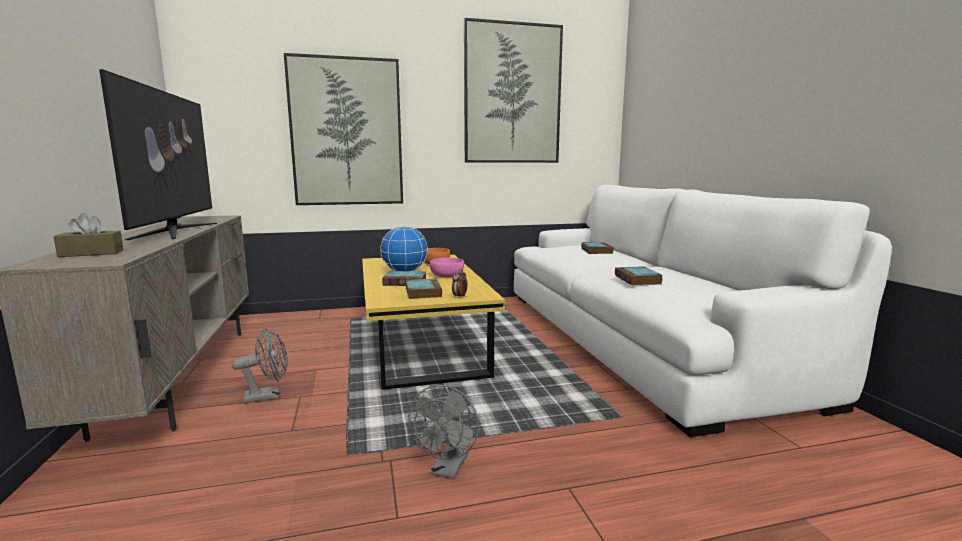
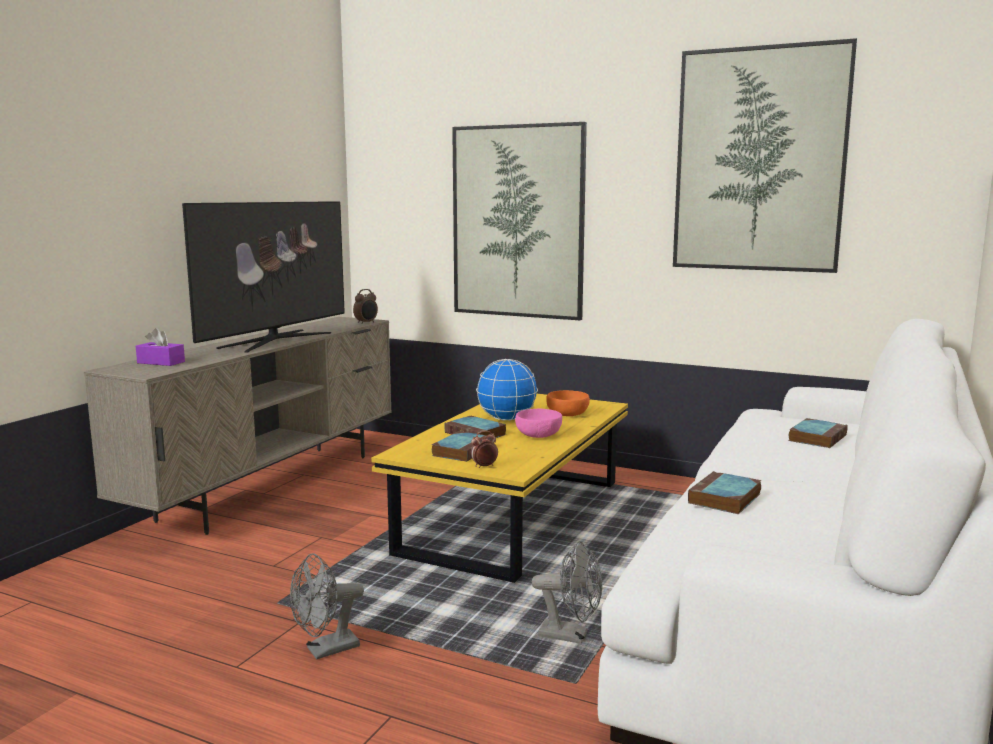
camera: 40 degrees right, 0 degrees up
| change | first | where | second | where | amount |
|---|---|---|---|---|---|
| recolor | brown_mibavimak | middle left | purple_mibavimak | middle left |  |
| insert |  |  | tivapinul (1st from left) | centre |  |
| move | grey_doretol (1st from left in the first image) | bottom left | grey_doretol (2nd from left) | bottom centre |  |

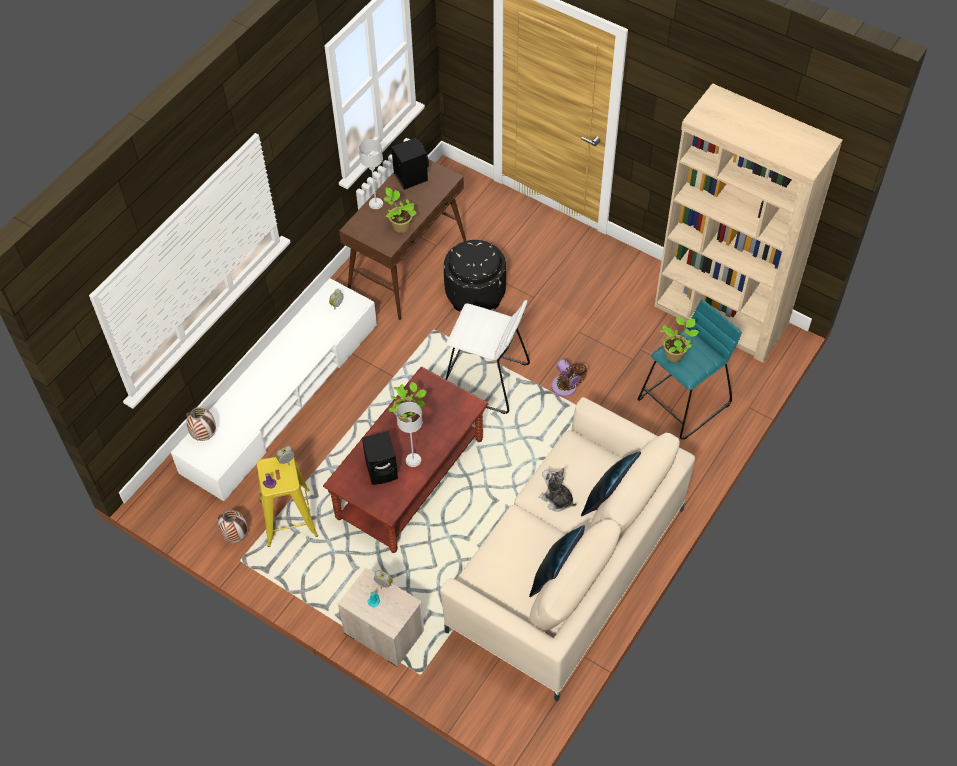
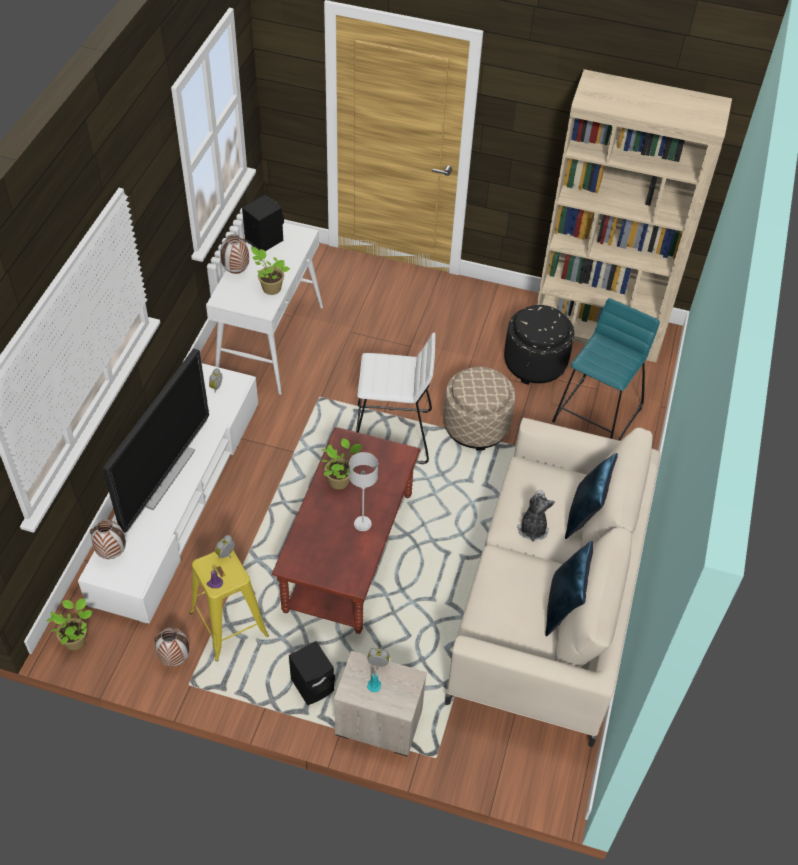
camera: 20 degrees left, 5 degrees down
| change | first | where | second | where | amount |
|---|---|---|---|---|---|
| move | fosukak (3rd from left in the first image) | middle right | fosukak (1st from left) | bottom left |  |
| insert |  |  | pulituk | middle left |  |
| recolor | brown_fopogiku | top centre | white_fopogiku | middle left |  |
| replace | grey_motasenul (1st from left) | top centre | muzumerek (3rd from left) | top left |  |
| move | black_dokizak (1st from left in the first image) | centre | black_dokizak (2nd from left) | bottom centre |  |
| replace | brown_doretol | centre | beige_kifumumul | centre |  |
| move | black_kifumumul | centre |  | middle right |  |
| rotate | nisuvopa | centre |  | middle right | 75 degrees clockwise |

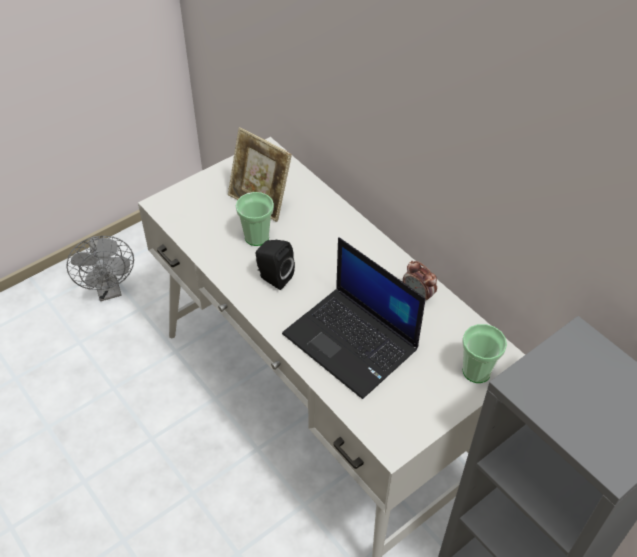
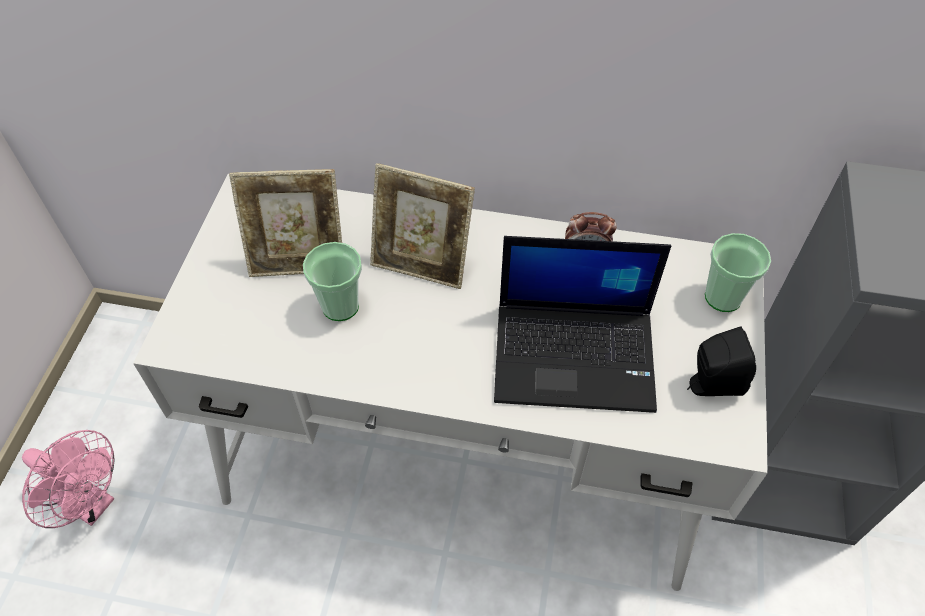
camera: 40 degrees left, 5 degrees up
| change | first | where | second | where | amount |
|---|---|---|---|---|---|
| recolor | grey_doretol | middle left | pink_doretol | bottom left |  |
| insert |  |  | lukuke (2nd from left) | centre |  |
| move | black_dokizak | centre |  | middle right |  |

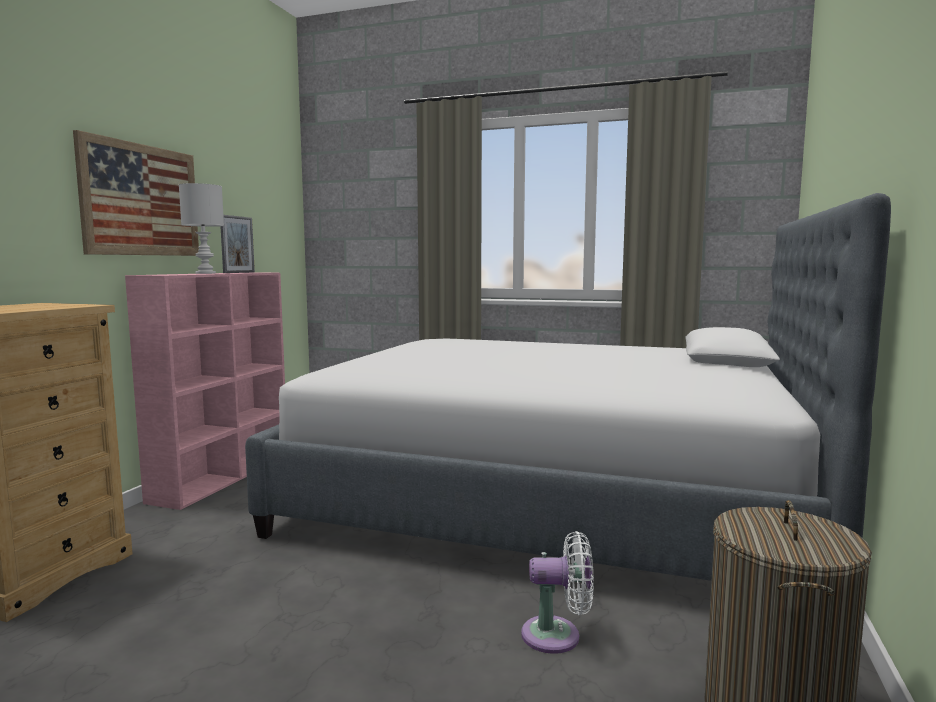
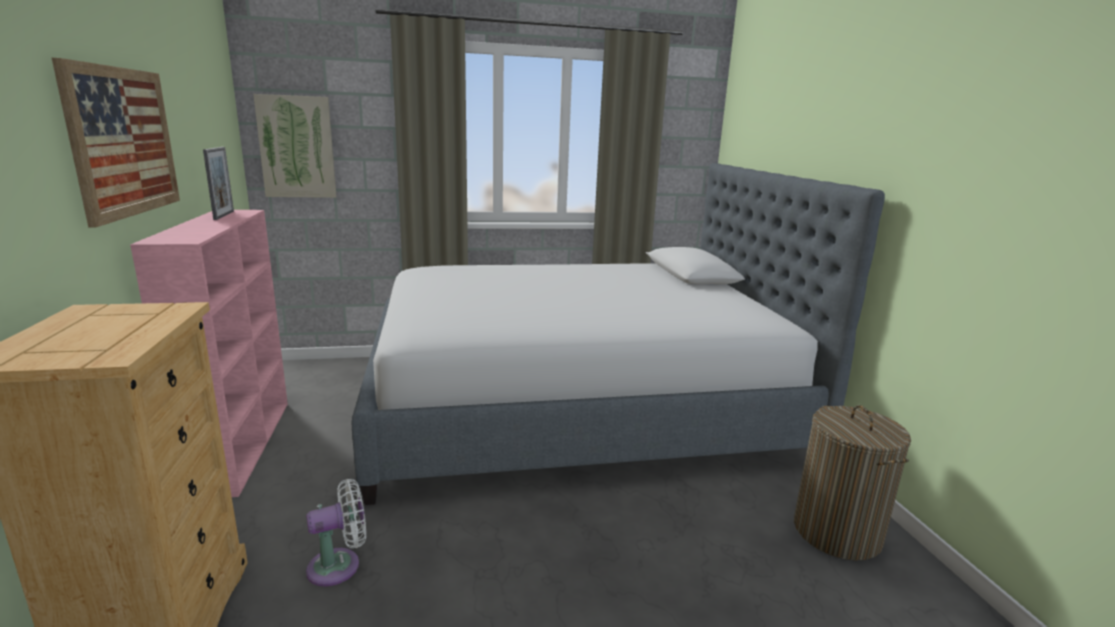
camera: 30 degrees left, 10 degrees up
| change | first | where | second | where | amount |
|---|---|---|---|---|---|
| insert |  |  | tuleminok (2nd from left) | top left |  |
| move | white_doretol | bottom centre |  | bottom left |  |
| delete | white_motasenul | top left |  |  |  |

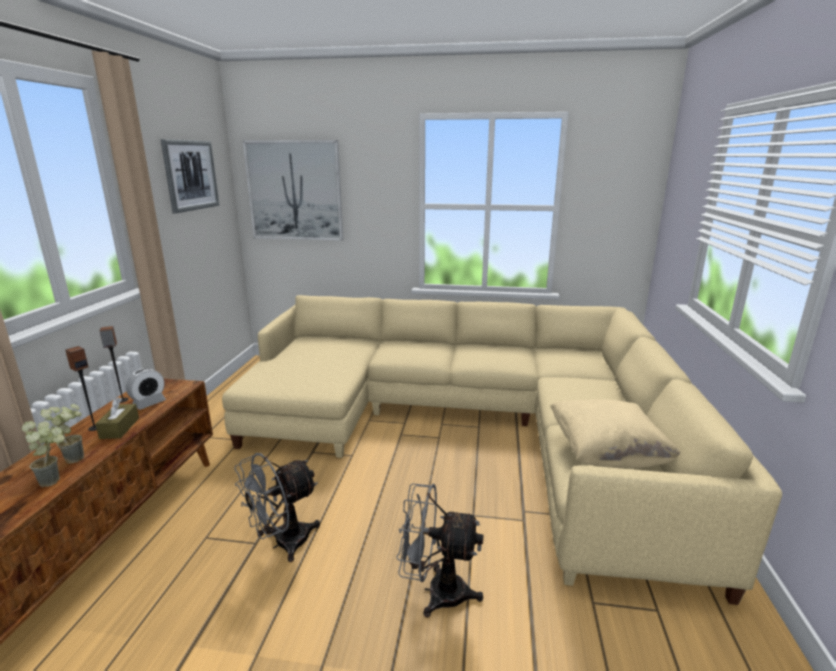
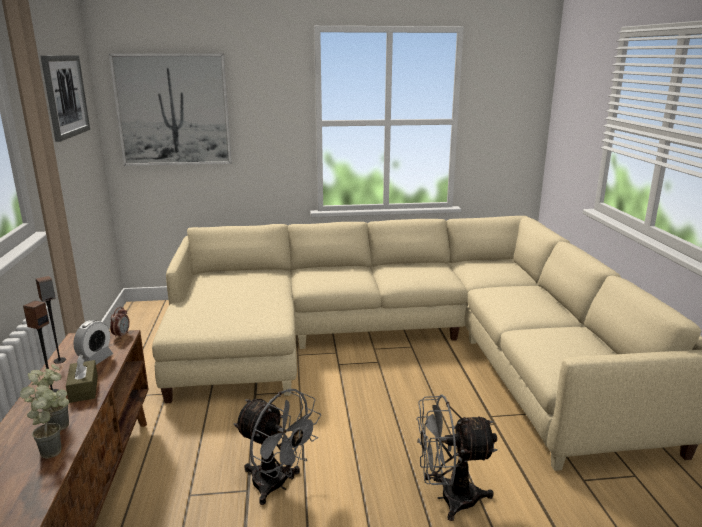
camera: 15 degrees left, 0 degrees up
| change | first | where | second | where | amount |
|---|---|---|---|---|---|
| insert |  |  | tivapinul (2nd from left) | middle left |  |
| rotate | grey_doretol (1st from left) | bottom left |  | bottom centre | 90 degrees counterclockwise |
| delete | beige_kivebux | middle right |  |  |  |

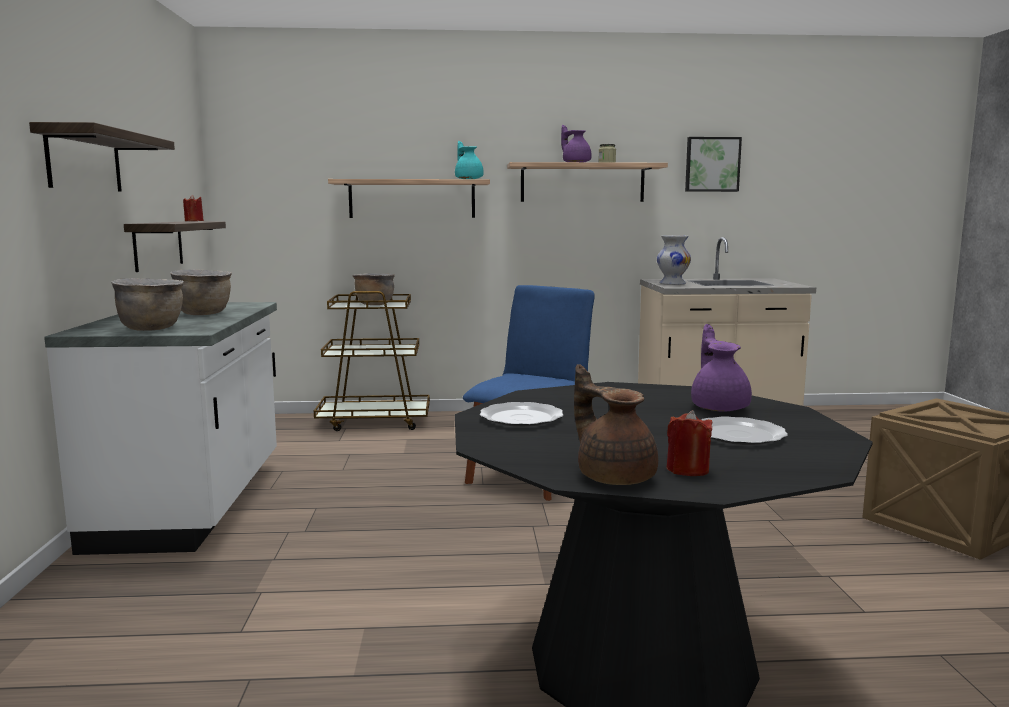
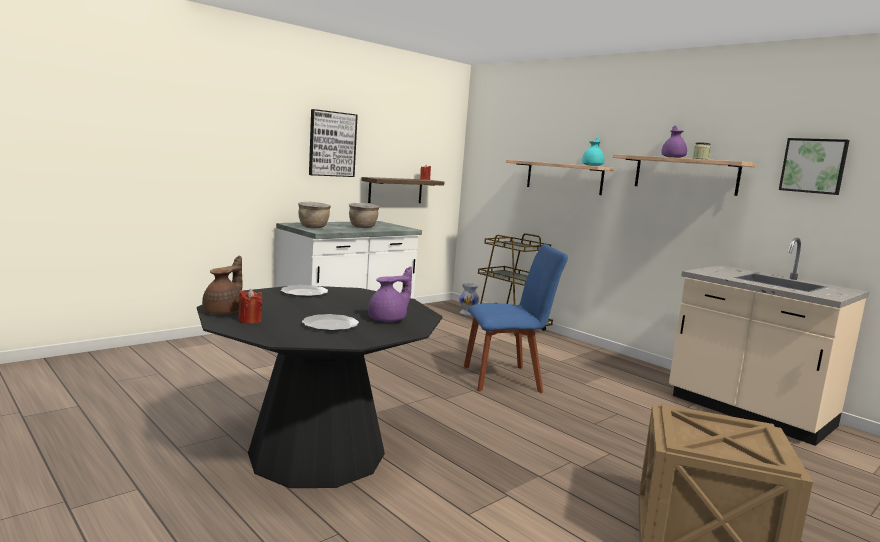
camera: 50 degrees right, 0 degrees up
| change | first | where | second | where | amount |
|---|---|---|---|---|---|
| replace | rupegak (1st from left) | top left | tuleminok (1st from left) | top centre |  |
| move | white_muzumerek | middle right |  | centre |  |
| delete | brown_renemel (3rd from left) | centre |  |  |  |

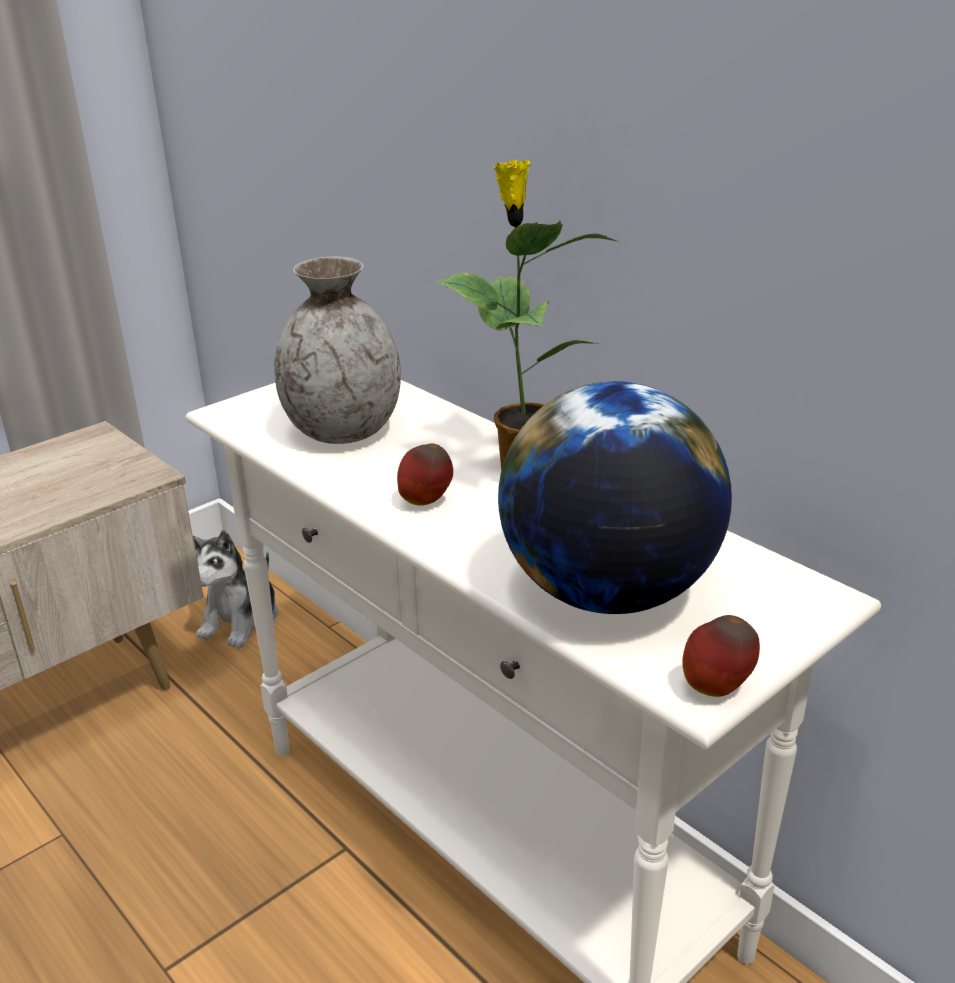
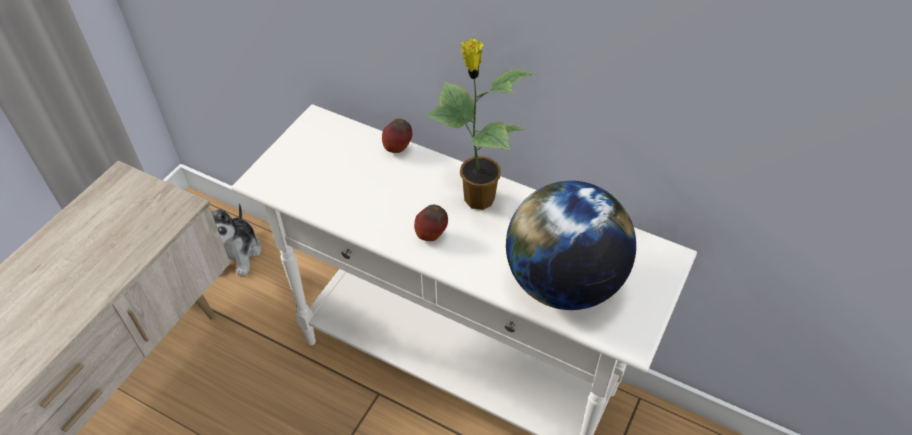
camera: 20 degrees left, 20 degrees up
| change | first | where | second | where | amount |
|---|---|---|---|---|---|
| move | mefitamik (2nd from left in the first image) | bottom right | mefitamik (1st from left) | top centre |  |
| delete | grey_muzumerek | centre |  |  |  |

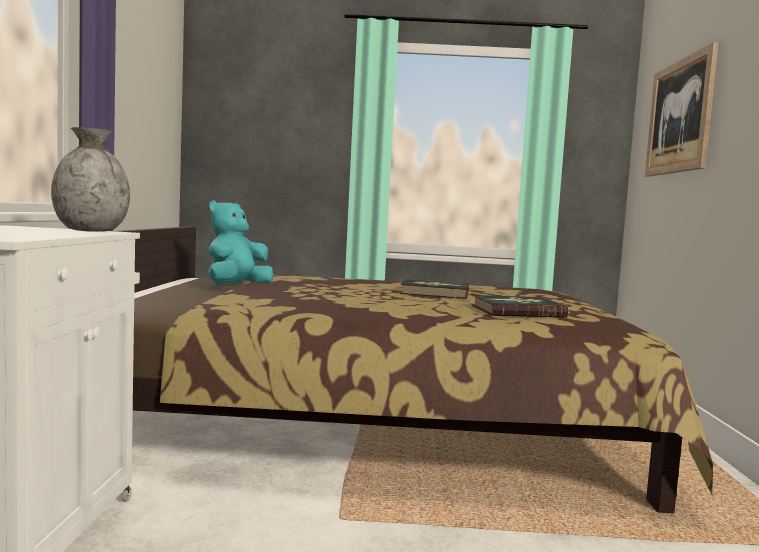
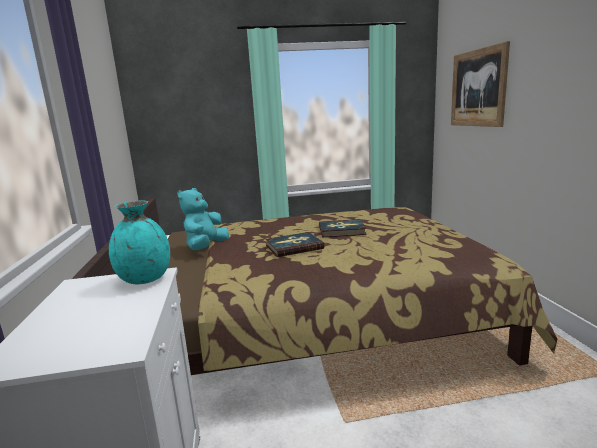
camera: 10 degrees left, 10 degrees up
| change | first | where | second | where | amount |
|---|---|---|---|---|---|
| recolor | grey_muzumerek | top left | turquoise_muzumerek | middle left |  |
| move | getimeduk (2nd from left in the first image) | middle right | getimeduk (1st from left) | centre |  |

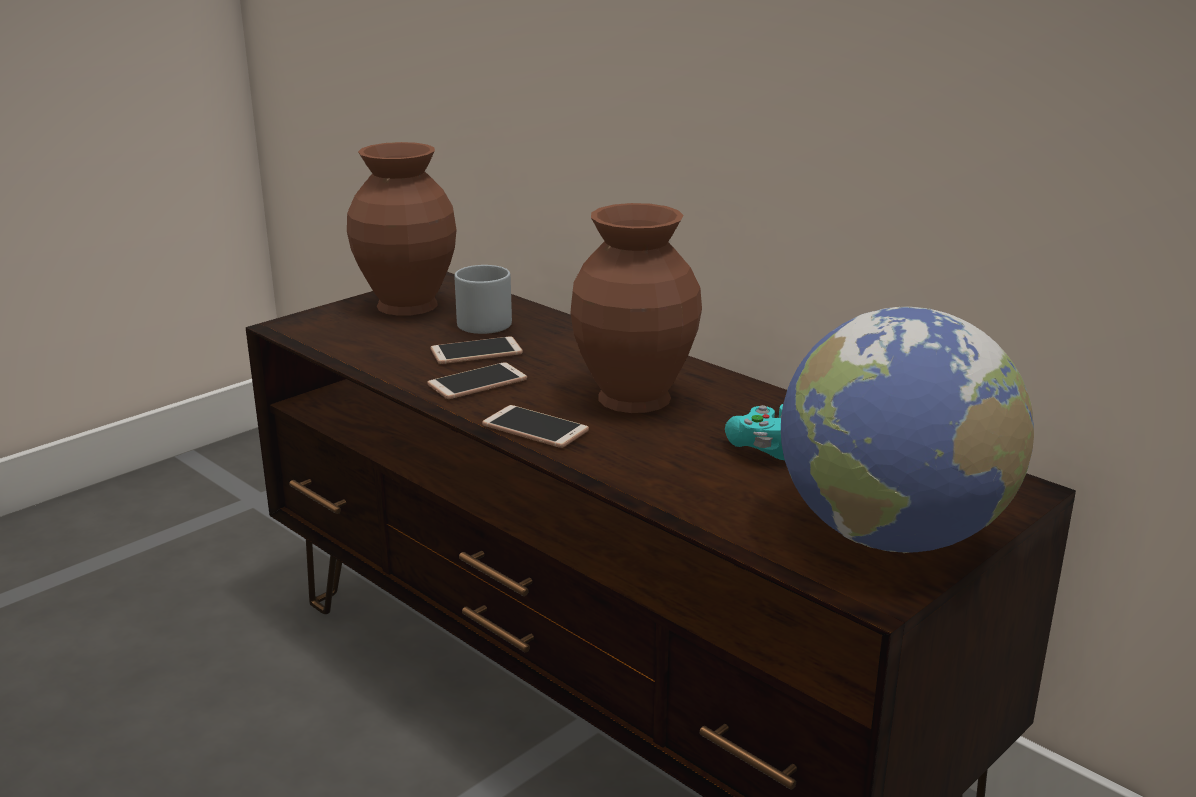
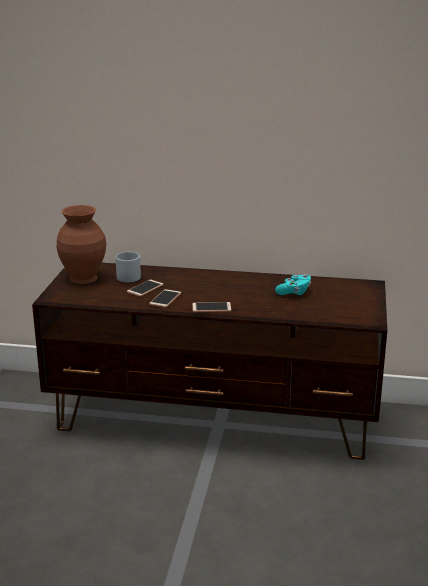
camera: 35 degrees left, 0 degrees up
| change | first | where | second | where | amount |
|---|---|---|---|---|---|
| delete | brown_muzumerek (2nd from left) | centre |  |  |  |
| delete | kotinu | middle right |  |  |  |

